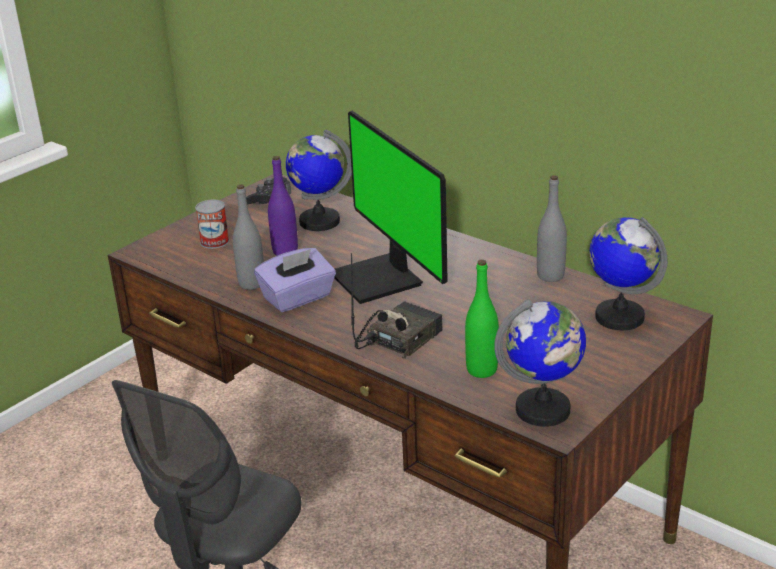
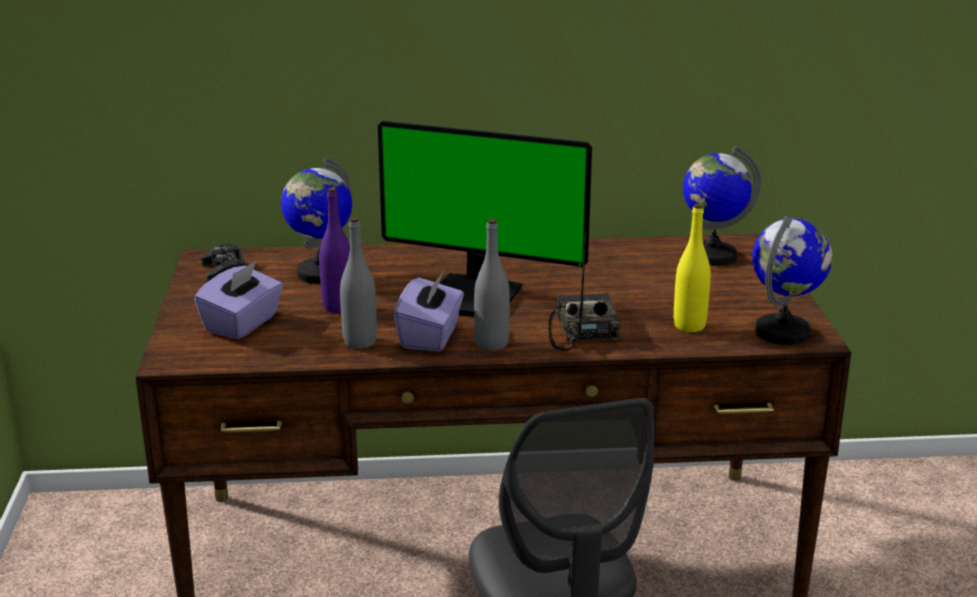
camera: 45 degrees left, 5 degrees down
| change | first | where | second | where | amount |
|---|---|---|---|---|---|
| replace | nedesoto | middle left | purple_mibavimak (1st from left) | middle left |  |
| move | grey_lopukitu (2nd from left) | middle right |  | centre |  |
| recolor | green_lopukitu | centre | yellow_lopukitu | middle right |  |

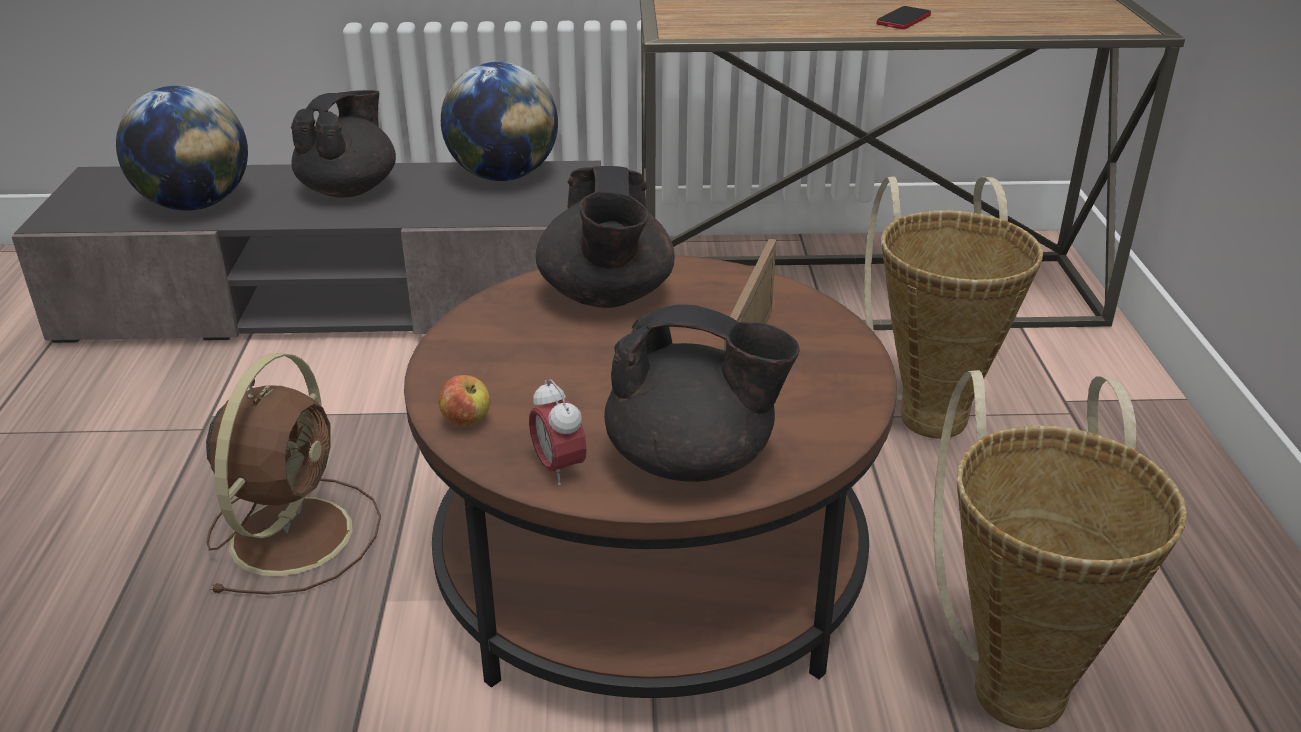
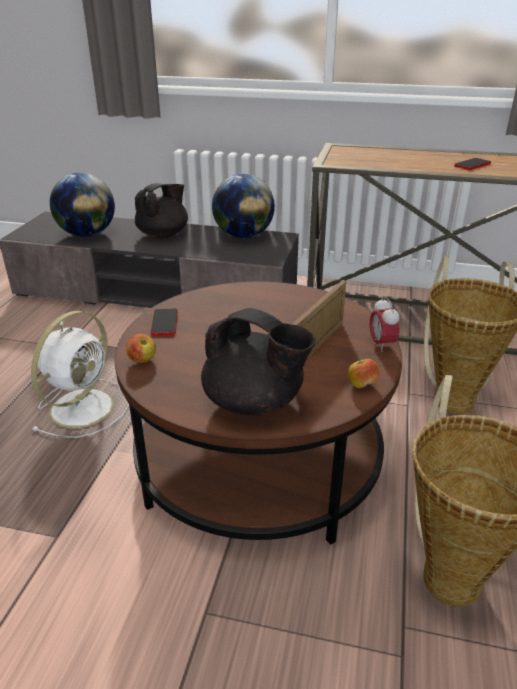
camera: 15 degrees right, 0 degrees up
| change | first | where | second | where | amount |
|---|---|---|---|---|---|
| recolor | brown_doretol | middle left | white_doretol | middle left |  |
| insert |  |  | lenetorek (1st from left) | middle left |  |
| insert |  |  | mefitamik (2nd from left) | middle right |  |
| move | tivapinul | centre |  | middle right |  |
| delete | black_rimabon (2nd from left) | top centre |  |  |  |

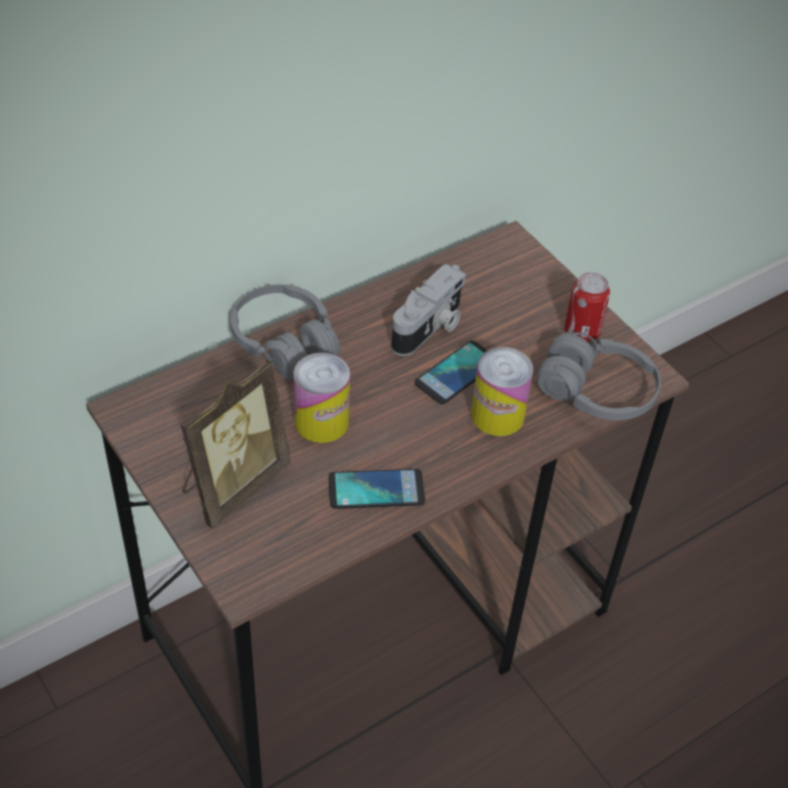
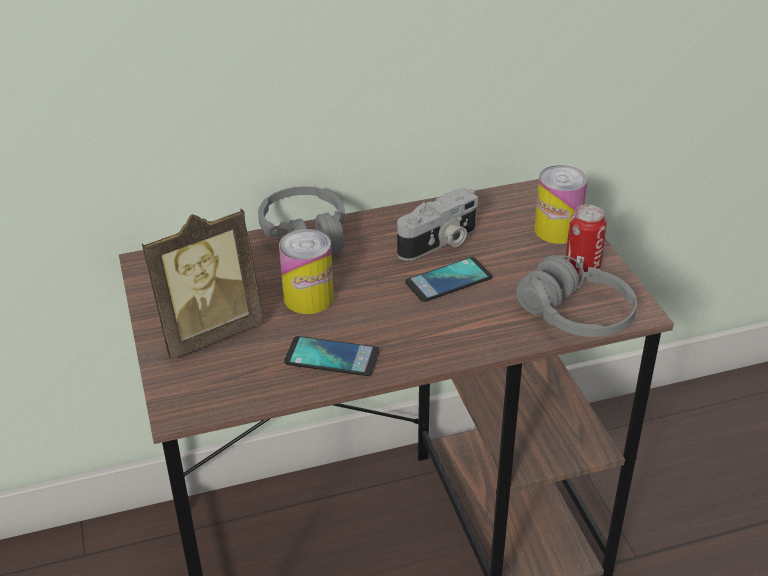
camera: 20 degrees right, 10 degrees down
| change | first | where | second | where | amount |
|---|---|---|---|---|---|
| move | nedesoto (2nd from left) | centre |  | middle right |  |

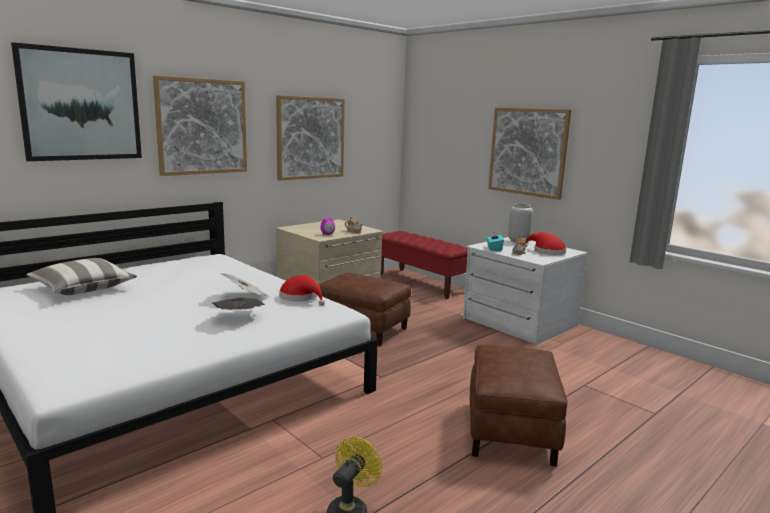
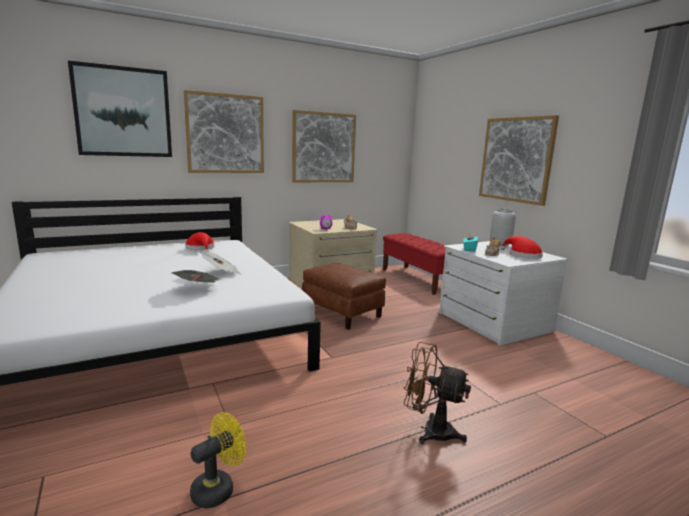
camera: 15 degrees right, 0 degrees up
| change | first | where | second | where | amount |
|---|---|---|---|---|---|
| move | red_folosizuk (1st from left) | centre |  | middle left |  |
| replace | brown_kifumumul (2nd from left) | bottom right | brown_doretol | bottom centre |  |
| delete | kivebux | middle left |  |  |  |

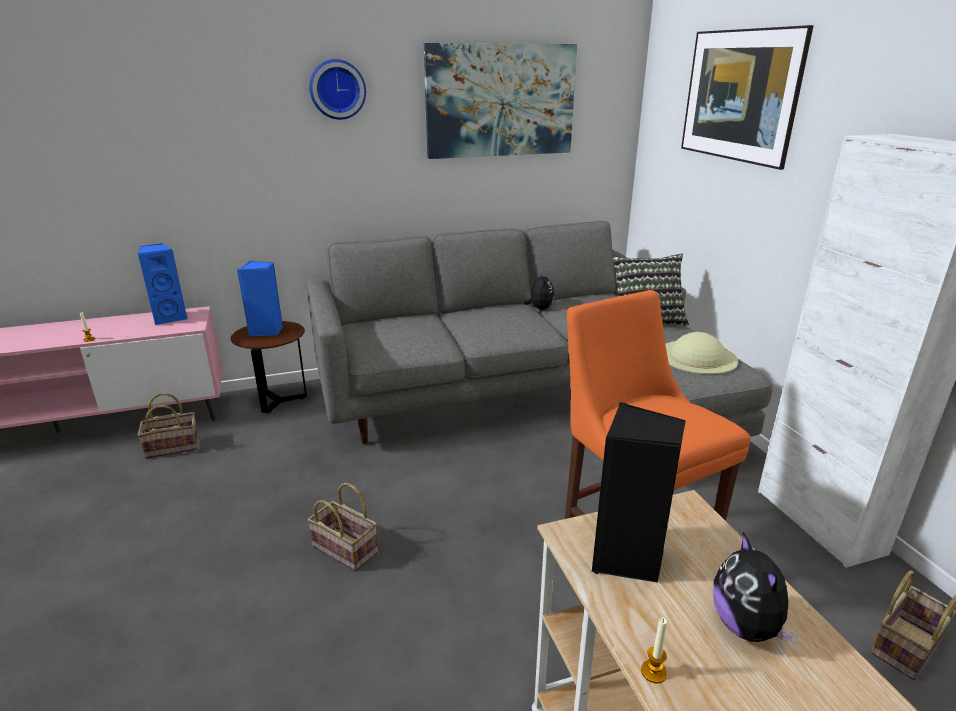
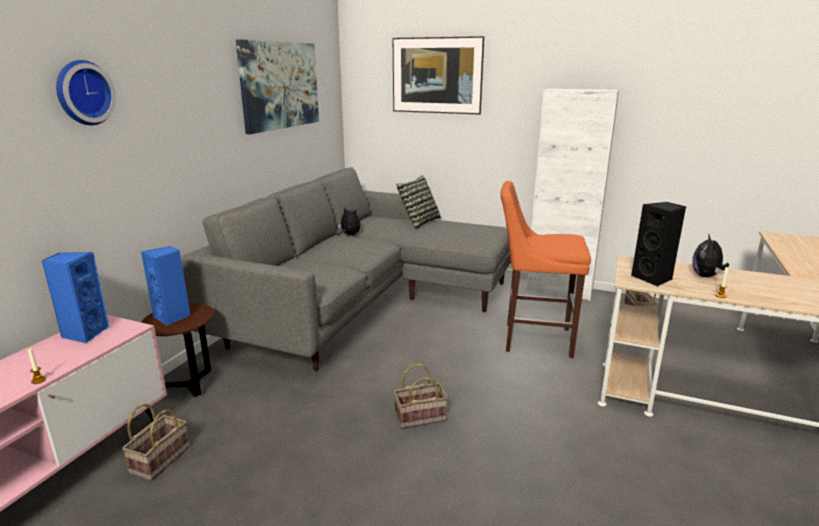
camera: 50 degrees left, 5 degrees down
| change | first | where | second | where | amount |
|---|---|---|---|---|---|
| move | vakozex | top centre |  | top left |  |
| rotate | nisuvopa (2nd from left) | bottom right |  | middle right | 75 degrees clockwise |
| delete | beige_folosizuk | middle right |  |  |  |

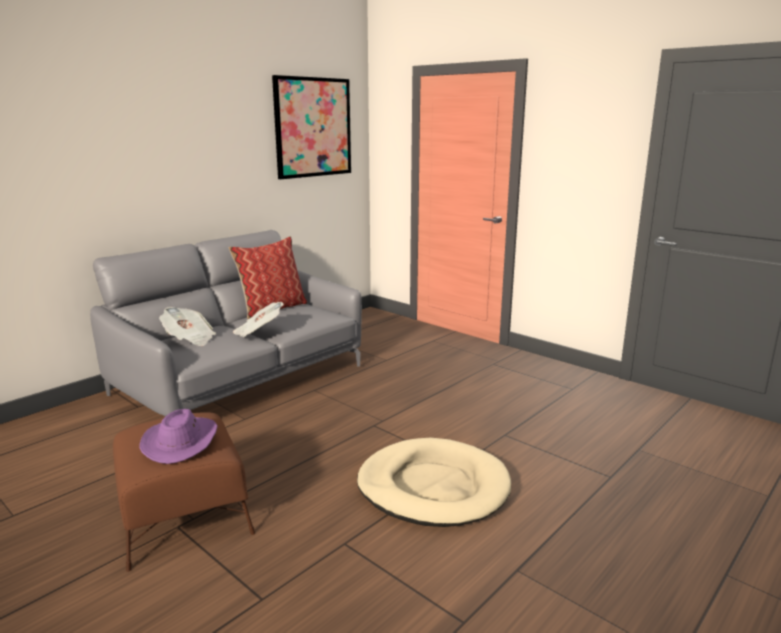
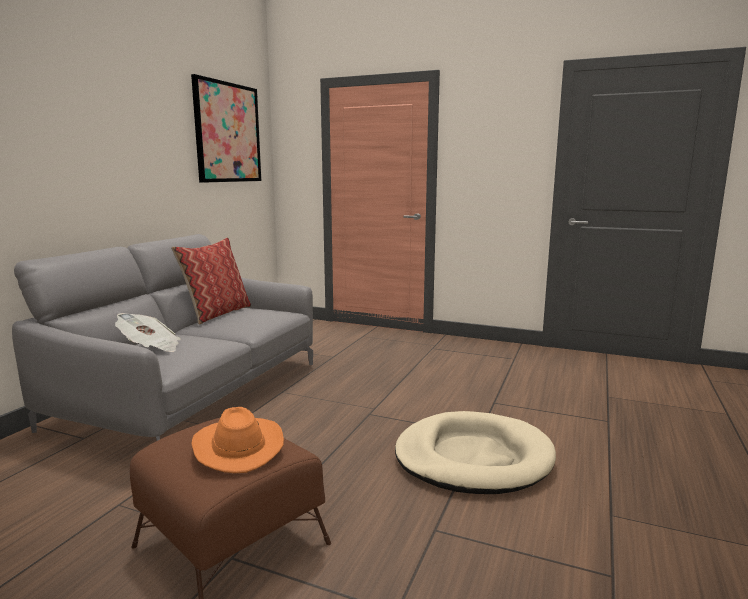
camera: 20 degrees left, 5 degrees down
| change | first | where | second | where | amount |
|---|---|---|---|---|---|
| recolor | purple_folosizuk | bottom left | orange_folosizuk | bottom left |  |
| delete | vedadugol (2nd from left) | middle left |  |  |  |

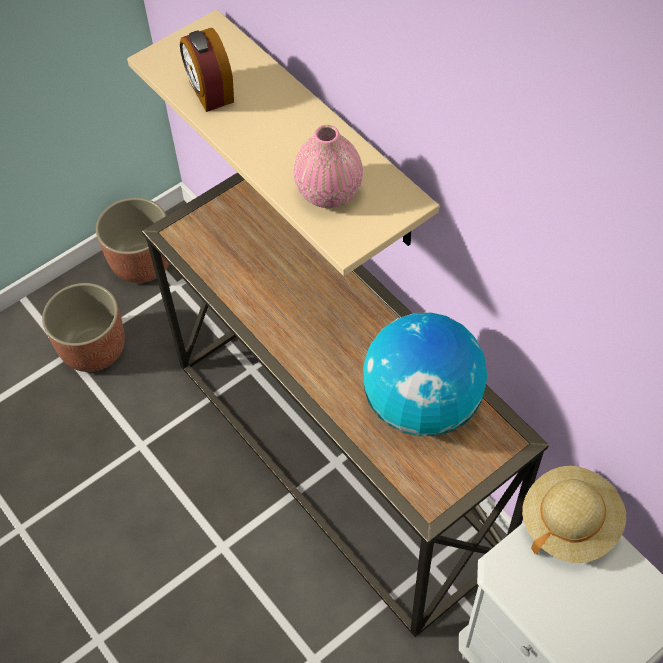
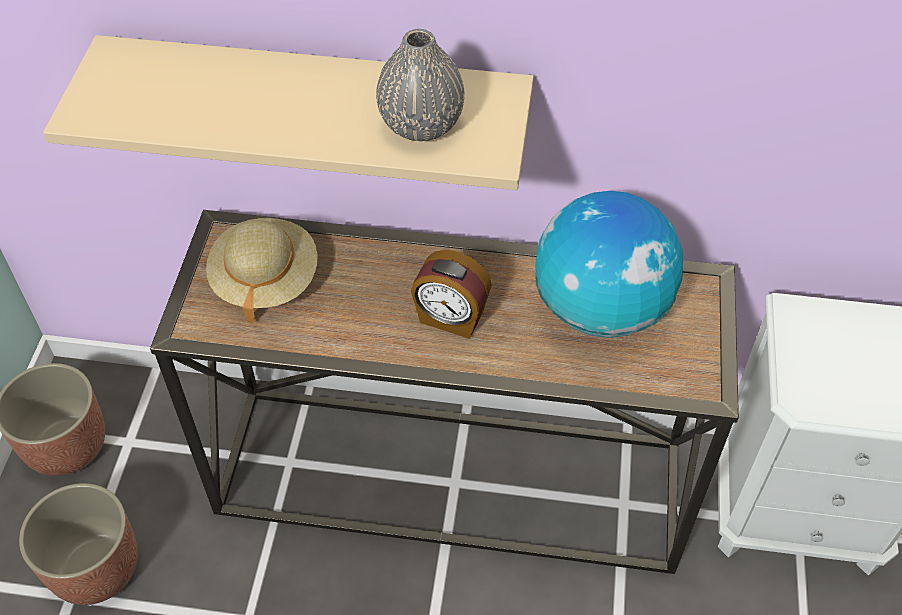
camera: 45 degrees left, 5 degrees down
| change | first | where | second | where | amount |
|---|---|---|---|---|---|
| move | beige_folosizuk | bottom right |  | middle left |  |
| recolor | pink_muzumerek | top centre | grey_muzumerek | top centre |  |
| move | tivapinul | top left |  | centre |  |

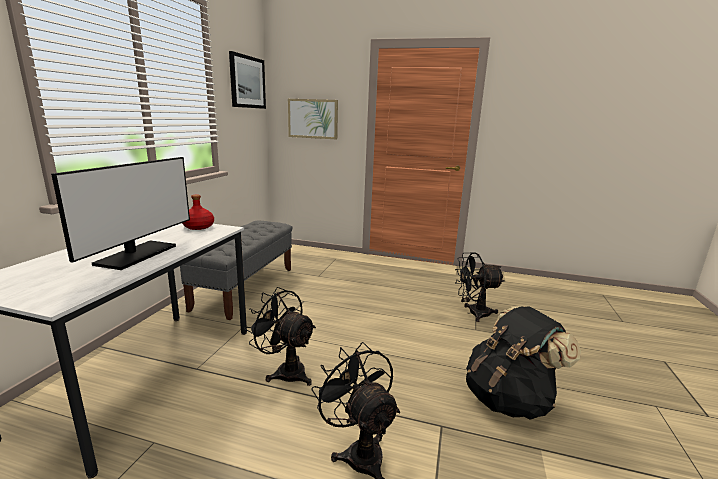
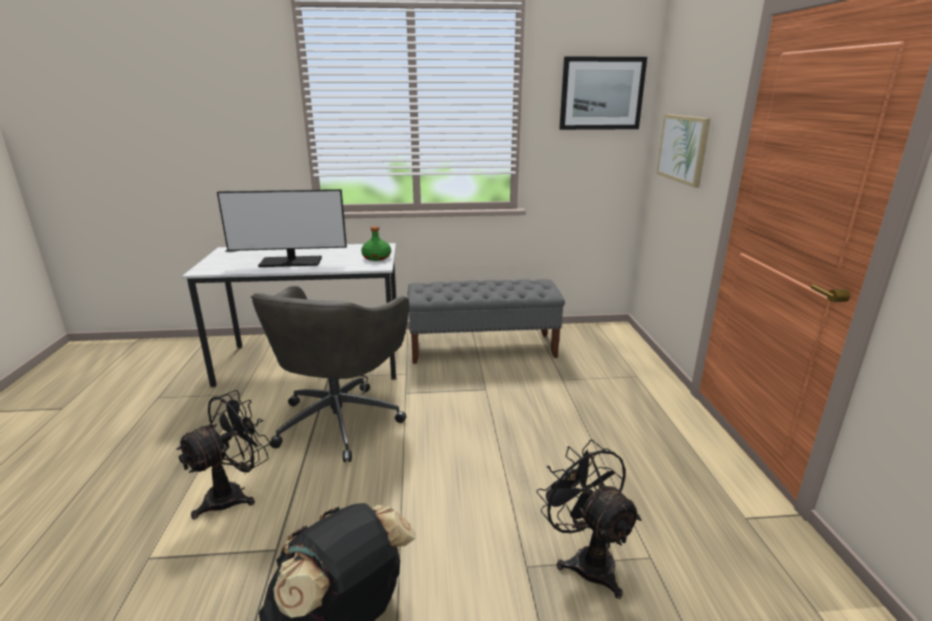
camera: 70 degrees right, 5 degrees up
| change | first | where | second | where | amount |
|---|---|---|---|---|---|
| replace | black_doretol (1st from left) | bottom centre | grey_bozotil | centre |  |
| recolor | red_lopukitu | middle left | green_lopukitu | centre |  |

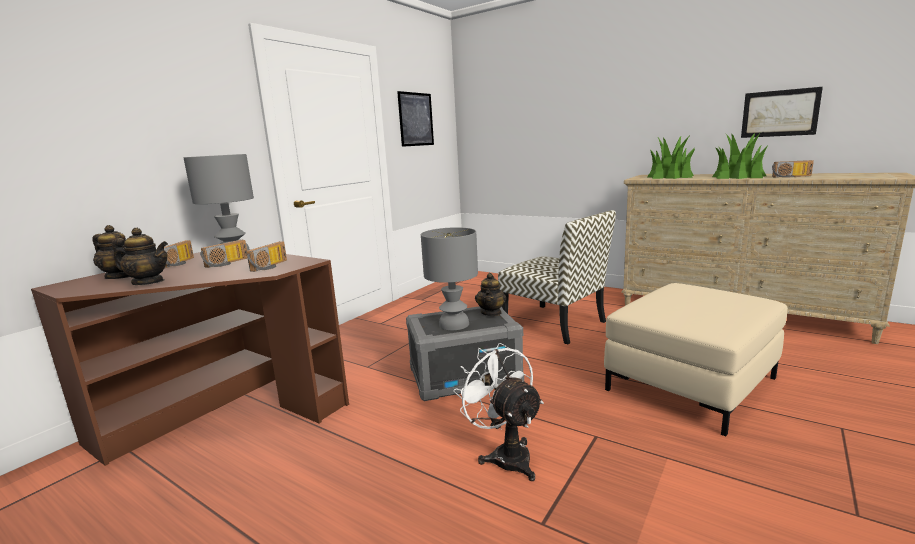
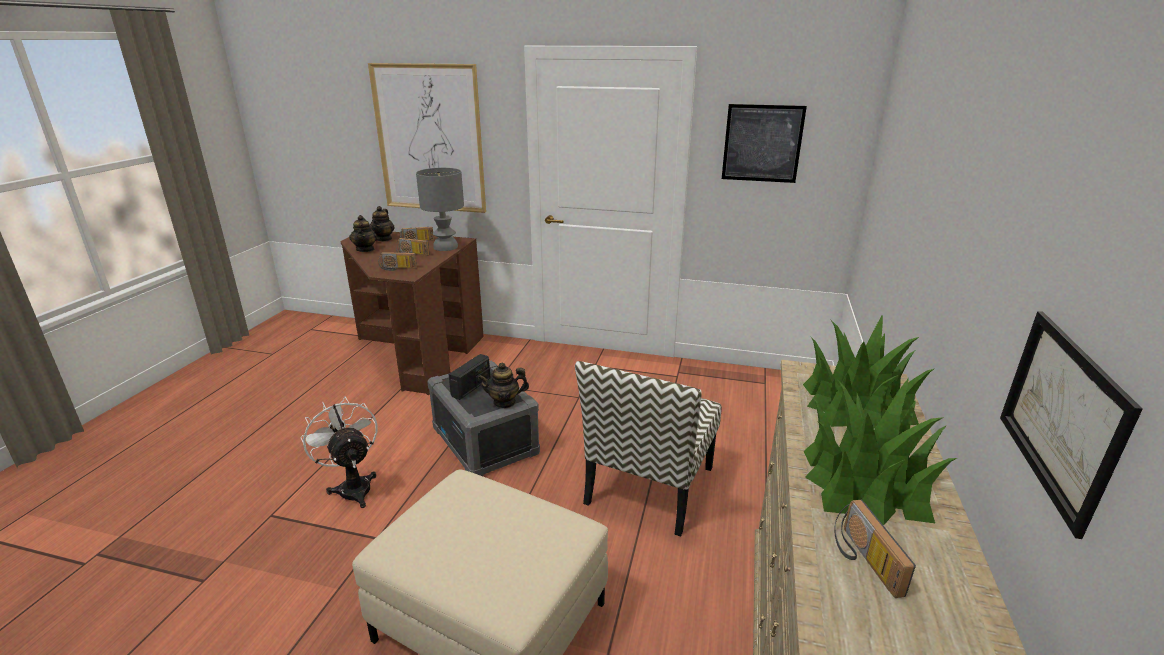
camera: 70 degrees right, 10 degrees up
| change | first | where | second | where | amount |
|---|---|---|---|---|---|
| rotate | white_doretol | bottom centre |  | bottom left | 75 degrees counterclockwise |
| insert |  |  | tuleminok (1st from left) | top centre |  |
| replace | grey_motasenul (2nd from left) | centre | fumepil (4th from left) | centre |  |

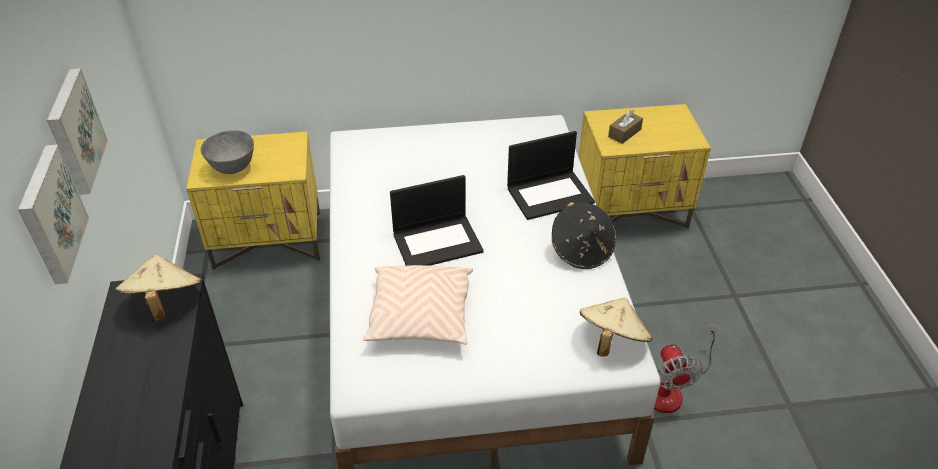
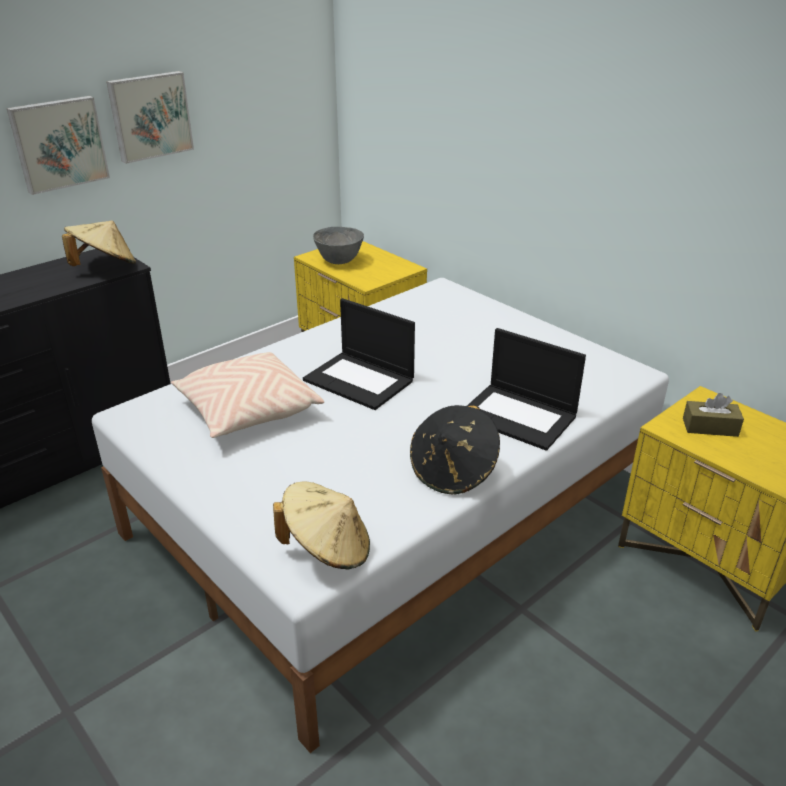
camera: 55 degrees right, 10 degrees down
| change | first | where | second | where | amount |
|---|---|---|---|---|---|
| delete | doretol | bottom right |  |  |  |

